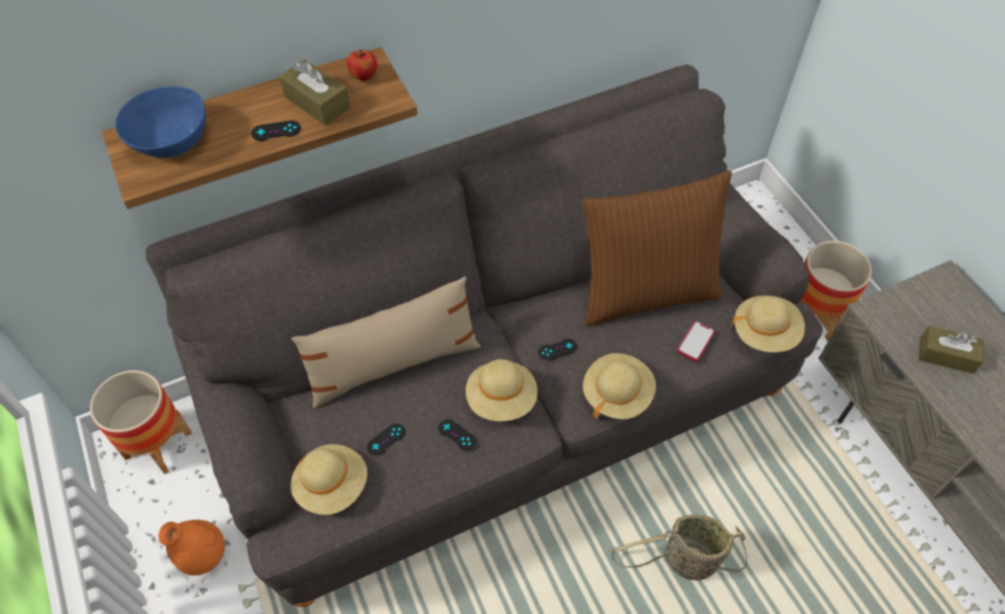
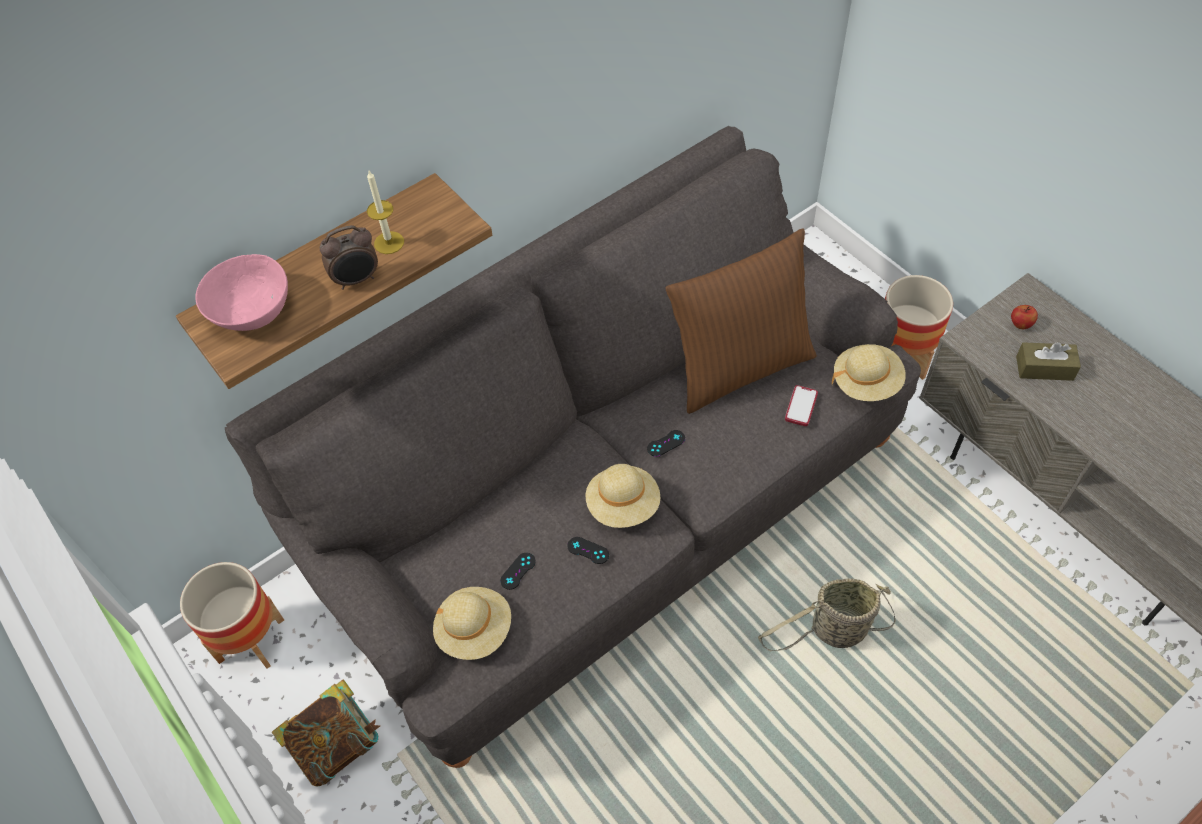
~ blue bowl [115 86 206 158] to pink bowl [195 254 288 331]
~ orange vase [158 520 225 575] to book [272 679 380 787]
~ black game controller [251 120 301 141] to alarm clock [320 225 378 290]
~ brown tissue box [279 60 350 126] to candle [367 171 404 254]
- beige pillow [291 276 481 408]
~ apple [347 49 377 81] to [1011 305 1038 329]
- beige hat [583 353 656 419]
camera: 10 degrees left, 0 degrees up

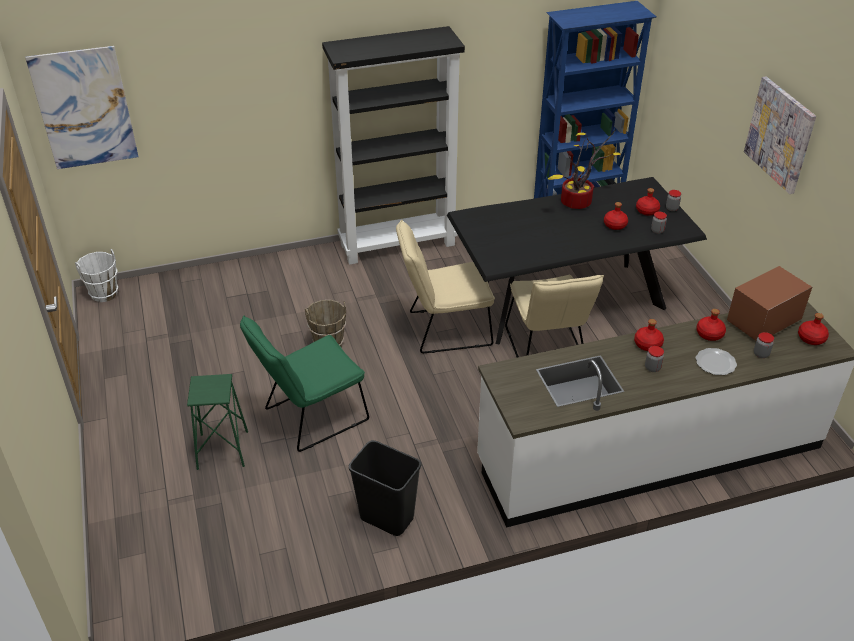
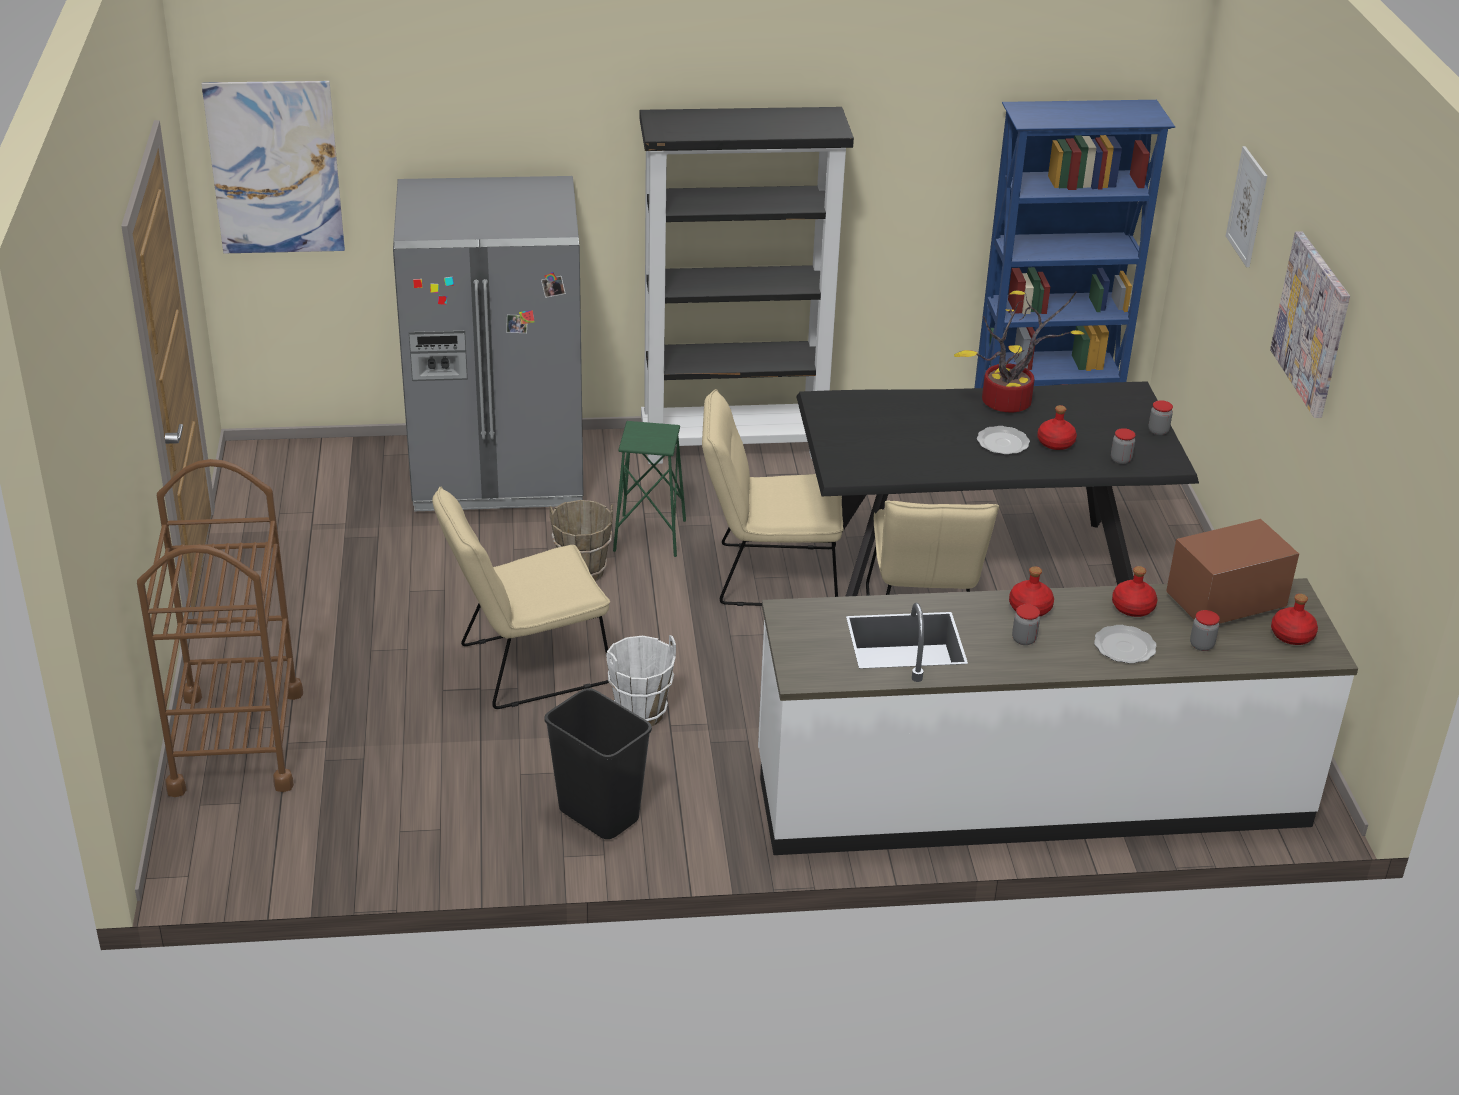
~ white bucket [75 249 118 302] to [606 635 676 726]
~ green stool [187 374 248 470] to [613 421 686 557]
~ green chair [240 316 369 452] to beige chair [432 487 610 709]
- red bottle [636 188 660 215]
+ brown cart [137 459 303 797]
+ grey fridge [393 176 583 511]
+ plate [977 426 1030 455]
+ picture [1226 146 1267 267]
camera: 10 degrees right, 5 degrees down

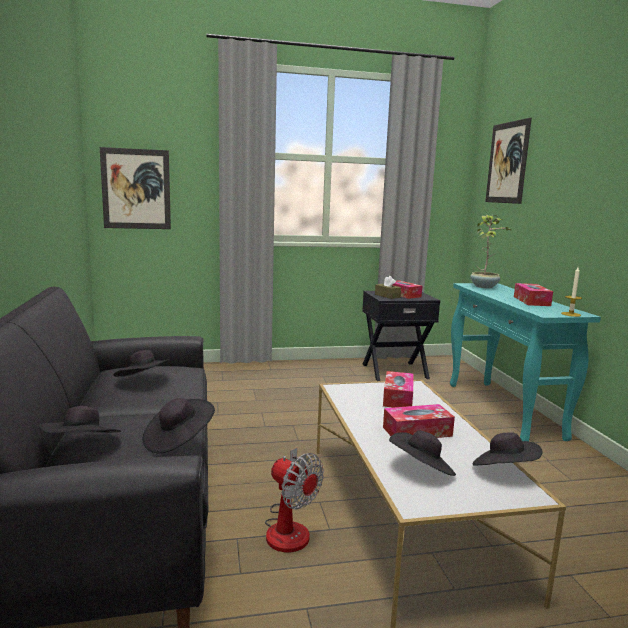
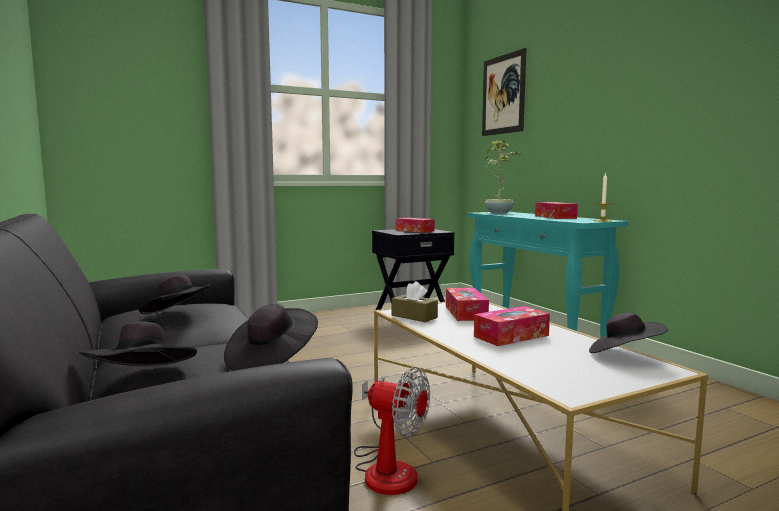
- picture [100 147 171 229]
~ brown tissue box [375 276 401 299] to [392 281 438 322]
- black hat [389 430 456 476]
camera: 15 degrees left, 5 degrees down

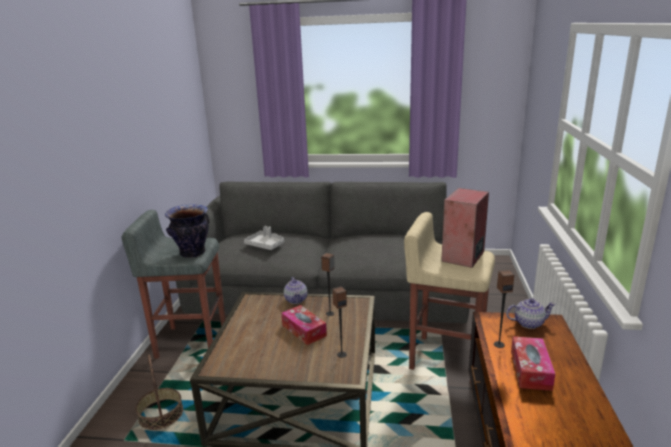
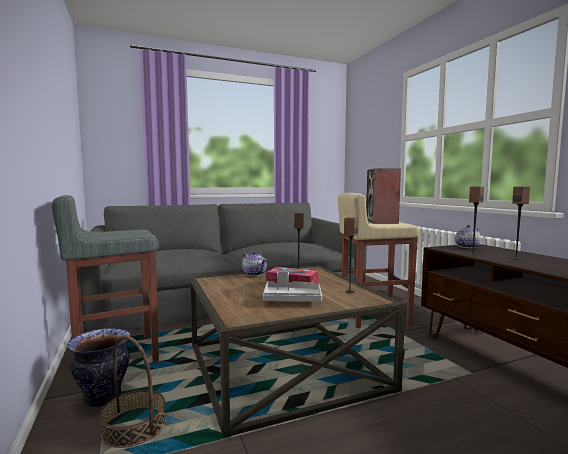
~ vase [165 204 209 258] to [67 328 130 407]
~ grey tray [244 226 284 250] to [263 272 322 302]
~ tissue box [511 336 555 391] to speaker [511 187 530 260]
camera: 30 degrees left, 15 degrees down

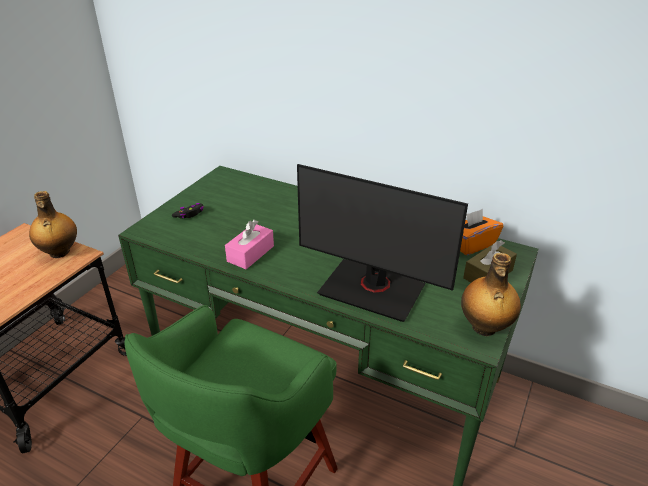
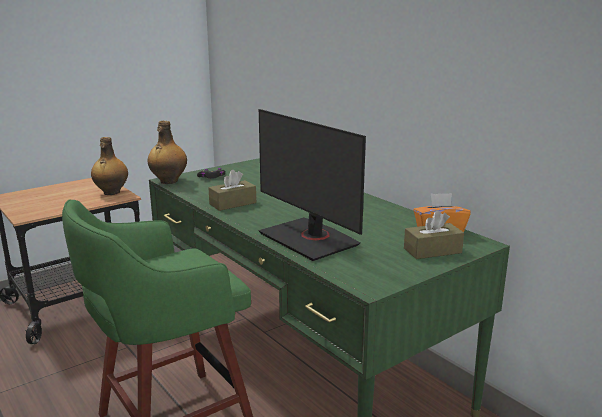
~ pink tissue box [225 220 274 269] to brown tissue box [208 170 256 211]
~ bottle [461 253 521 336] to [147 121 187 184]
camera: 25 degrees right, 15 degrees down

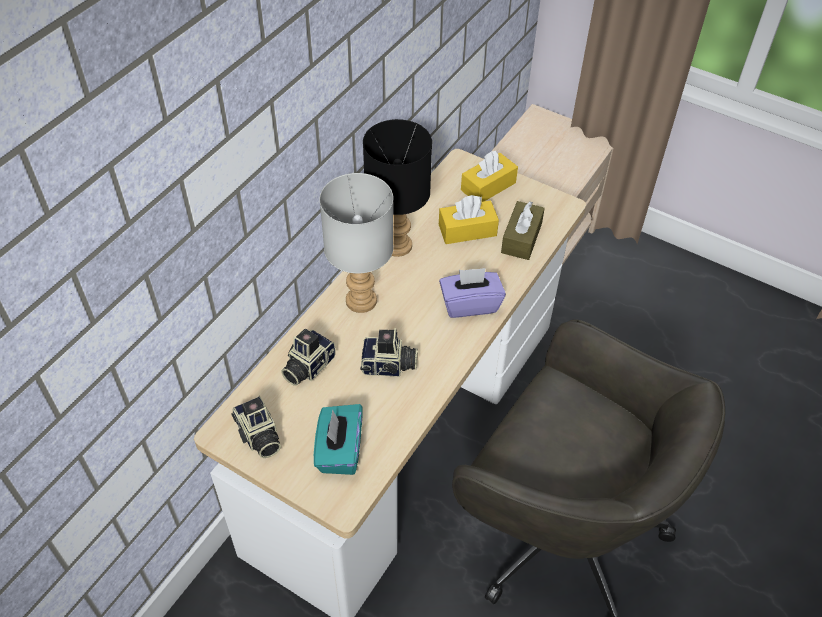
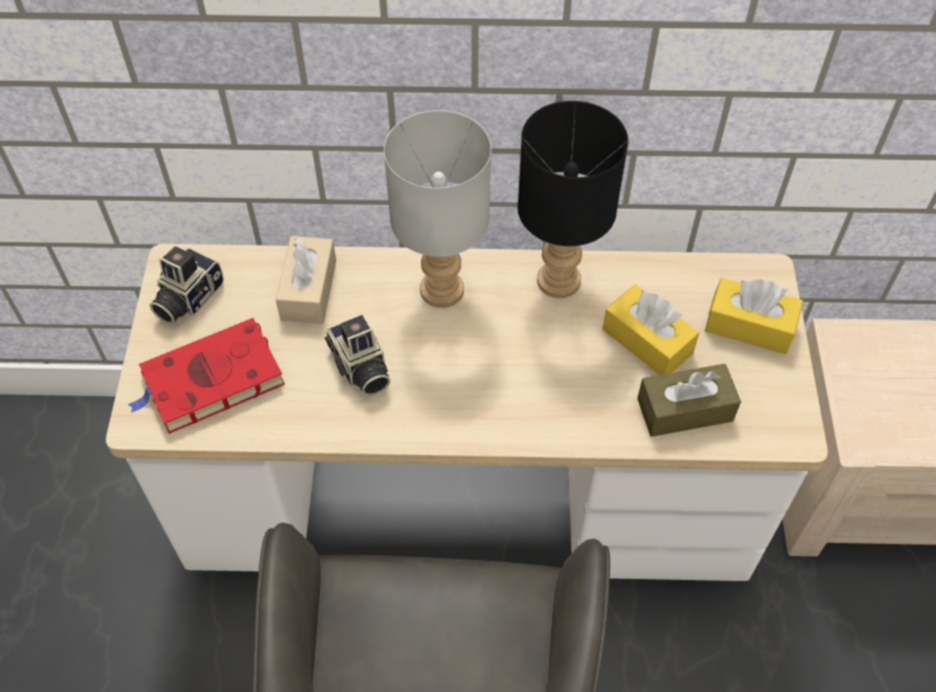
~ photo camera [281 329 335 386] to beige tissue box [276 236 336 324]
~ turquoise tissue box [314 404 363 475] to red book [128 318 285 434]
- purple tissue box [439 268 506 318]
camera: 60 degrees right, 5 degrees up

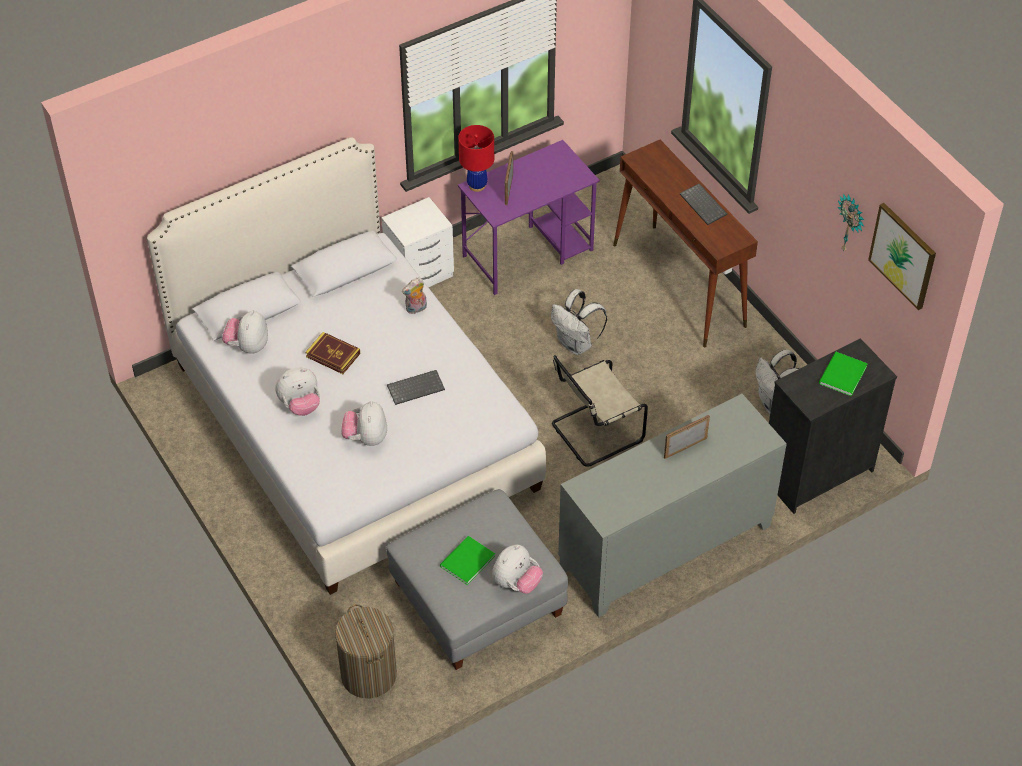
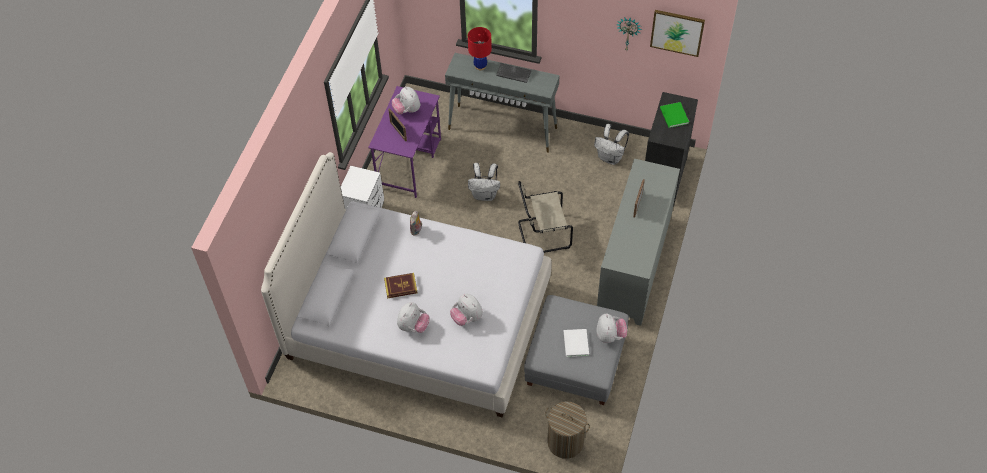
~ plush toy [222 310 268 354] to [392 86 420 114]
- keyboard [387 370 445 405]
~ green book [440 536 495 585] to white book [564 329 589 357]
~ red table lamp [458 125 494 192] to [468 27 492 70]
~ beige chair [552 355 648 467] = [518 181 573 253] 60 degrees clockwise
~ brown console table [613 140 758 348] to grey console table [445 53 559 153]
camera: 40 degrees left, 5 degrees up

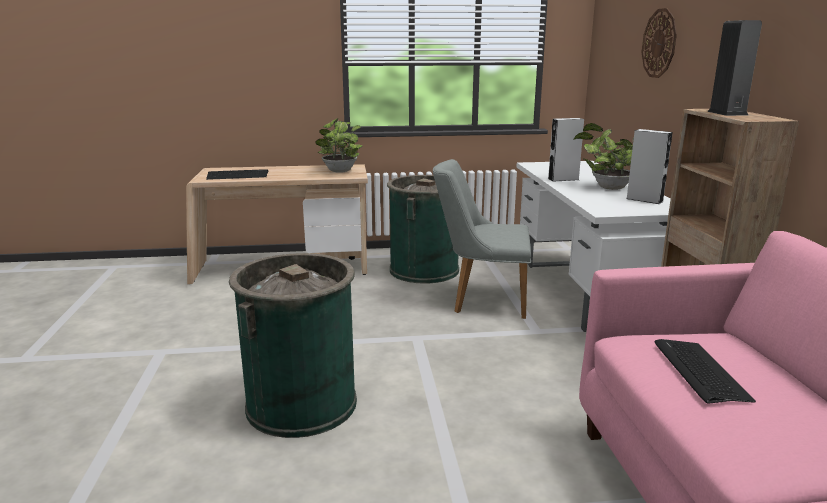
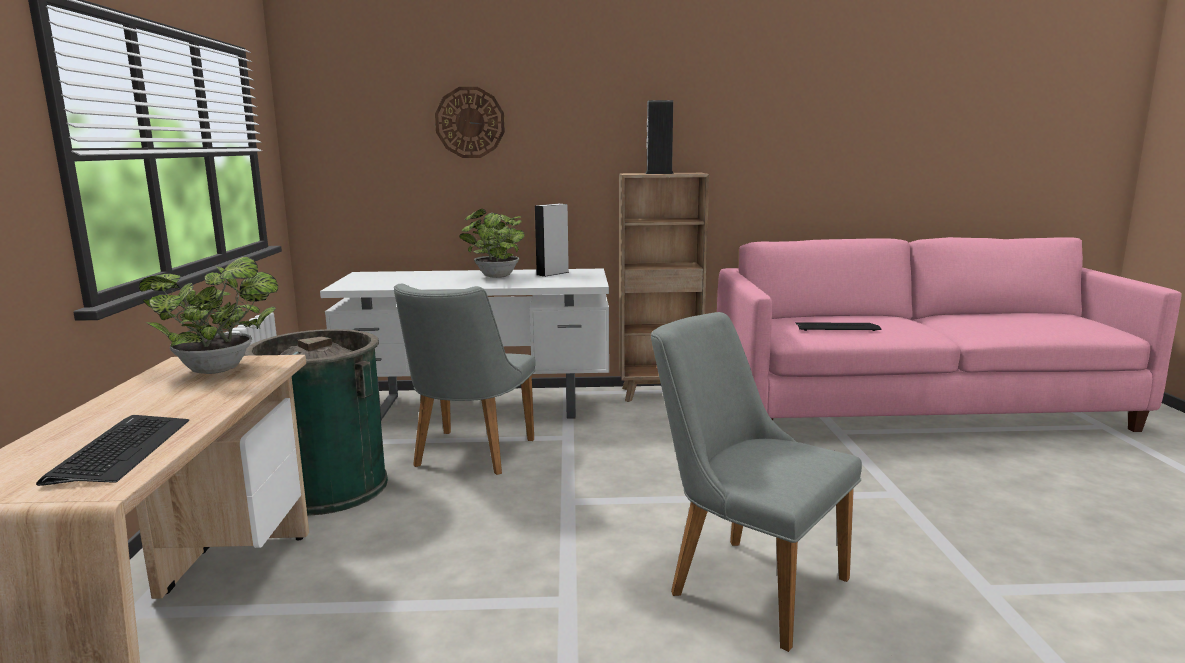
~ green trash can [229 253 357 438] to grey chair [651 312 862 652]
- grey speaker [548 118 584 182]
camera: 85 degrees left, 5 degrees down

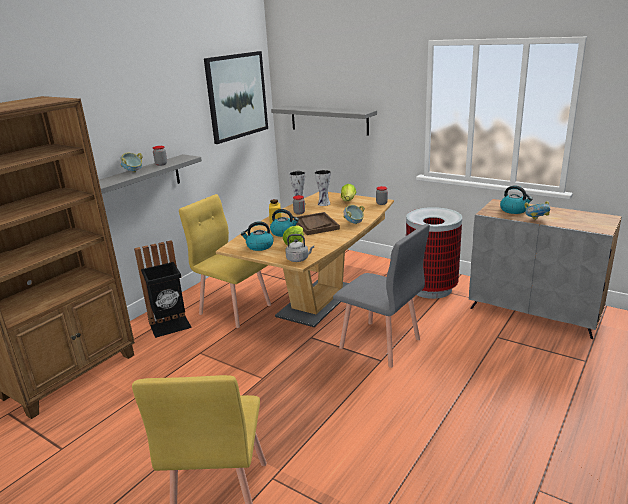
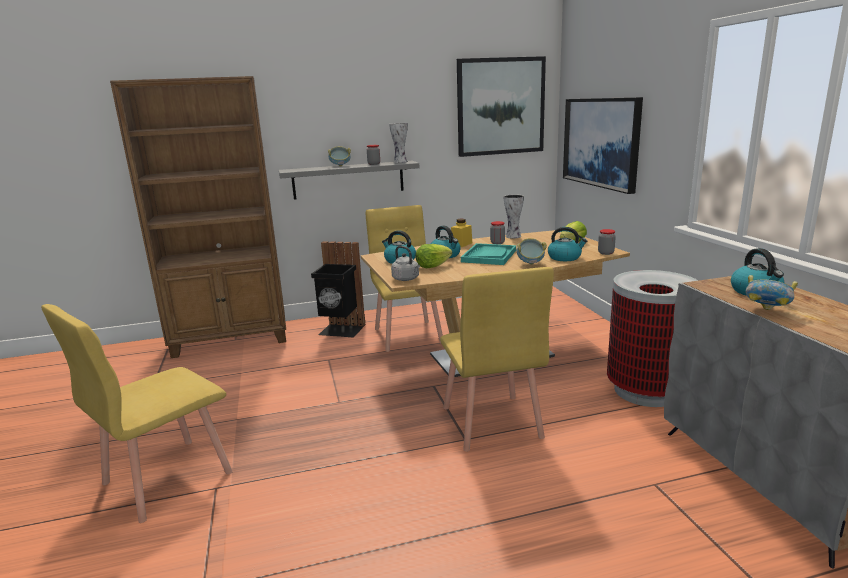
~ grey shelf [271 105 377 136] to picture [563 97 643 194]
~ brown tray [293 212 340 235] to turquoise tray [461 243 516 265]
~ vase [314 170 331 206] to [389 123 408 163]
~ grey chair [333 224 430 368] to yellow chair [440 267 554 452]
+ kettle [548 227 588 261]
camera: 40 degrees right, 5 degrees down

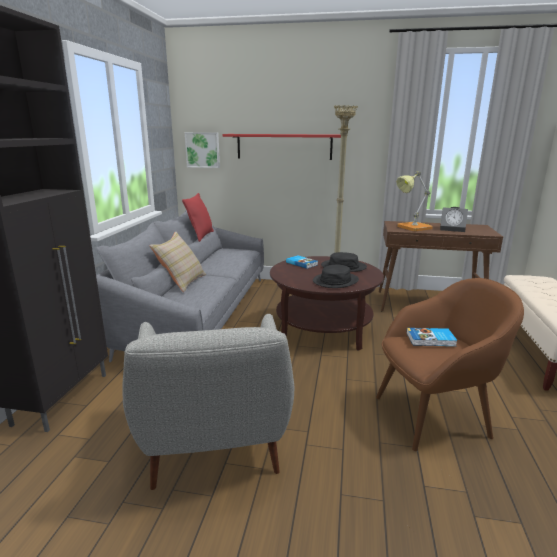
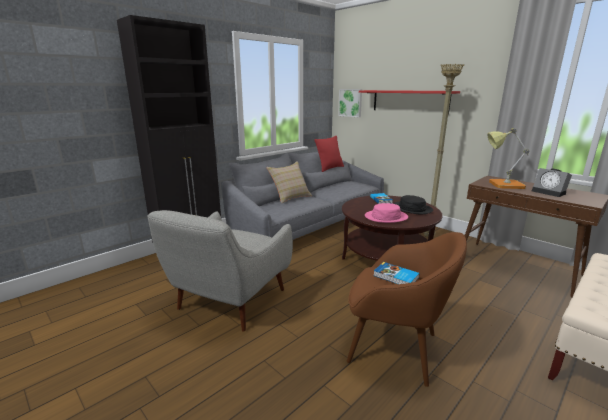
~ black hat [313 265 359 288] to pink hat [365 203 408 223]
camera: 35 degrees right, 0 degrees up

